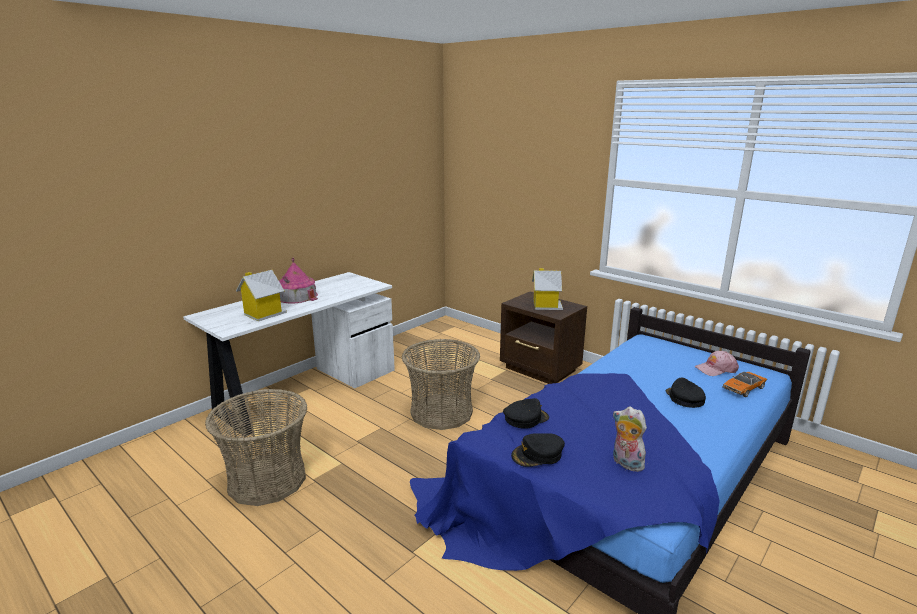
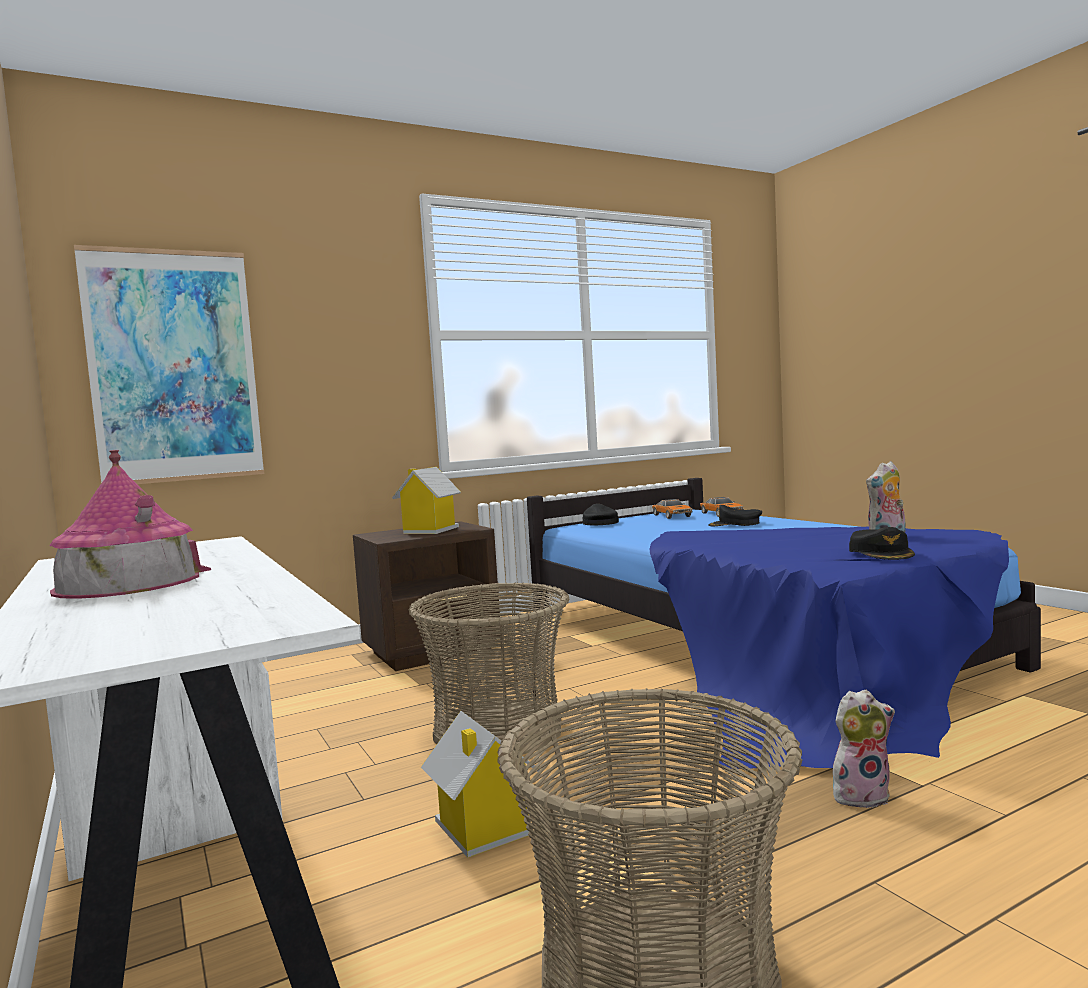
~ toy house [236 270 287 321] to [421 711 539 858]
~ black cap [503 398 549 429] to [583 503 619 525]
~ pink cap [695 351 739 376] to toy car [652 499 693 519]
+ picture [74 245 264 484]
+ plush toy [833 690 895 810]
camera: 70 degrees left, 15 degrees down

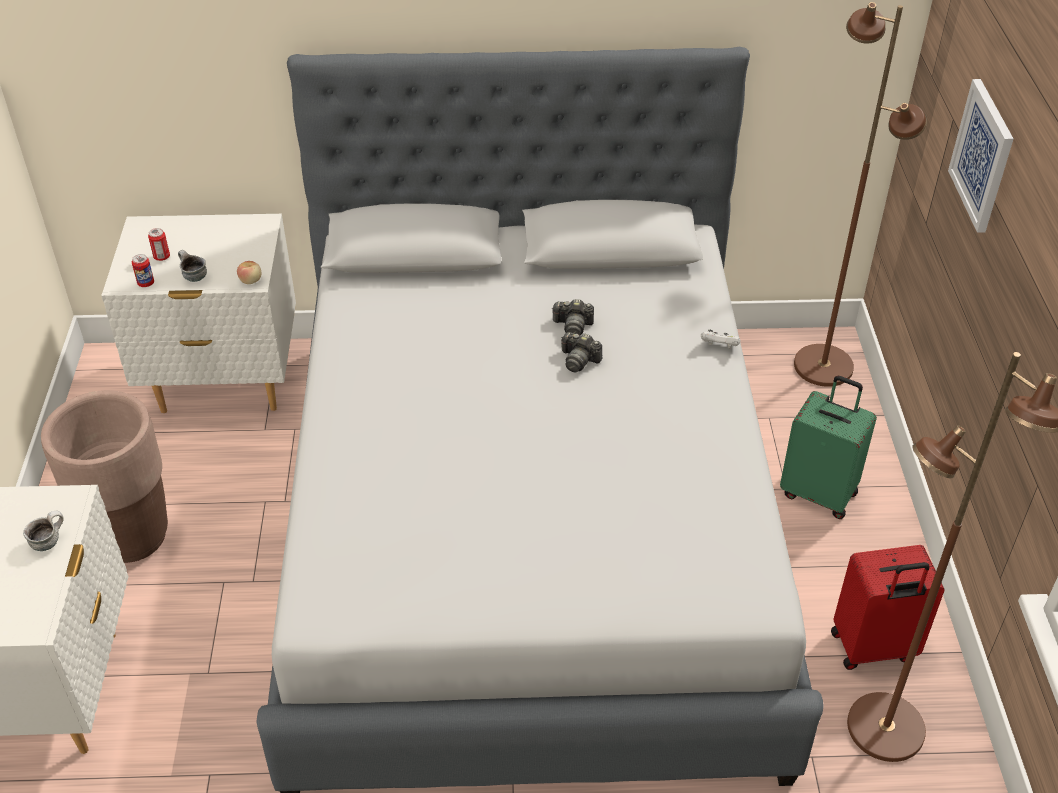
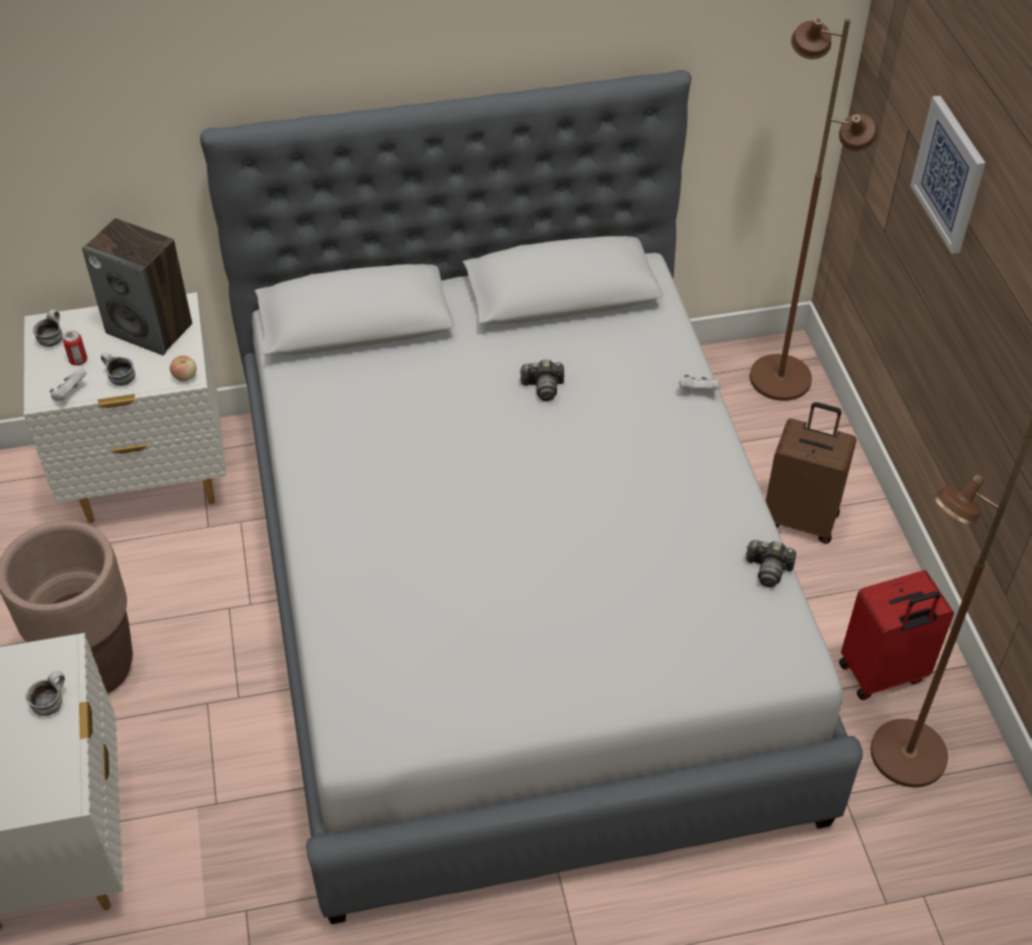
~ can [132 254 154 287] to white game controller [50 369 87 401]
~ photo camera [561 332 602 373] to [746 540 796 587]
~ green suitcase [780 375 877 519] to brown suitcase [766 402 857 544]
+ mug [33 309 63 347]
+ speaker [82 218 192 355]
camera: 10 degrees left, 5 degrees up

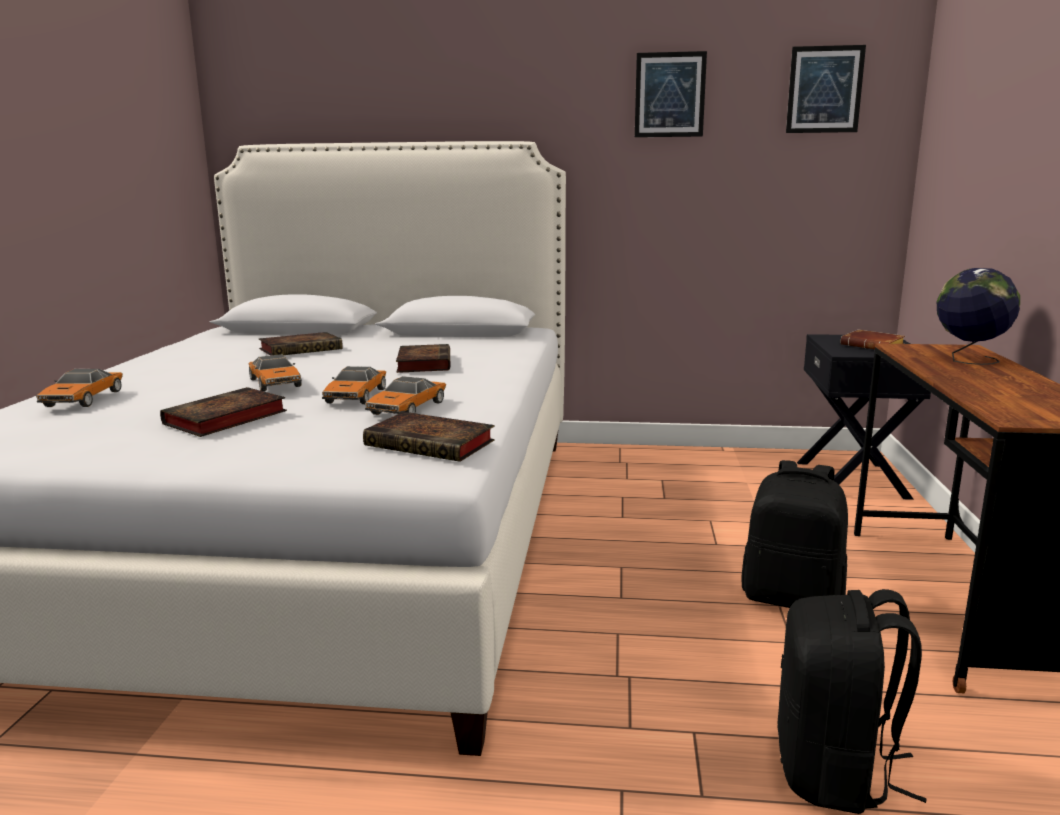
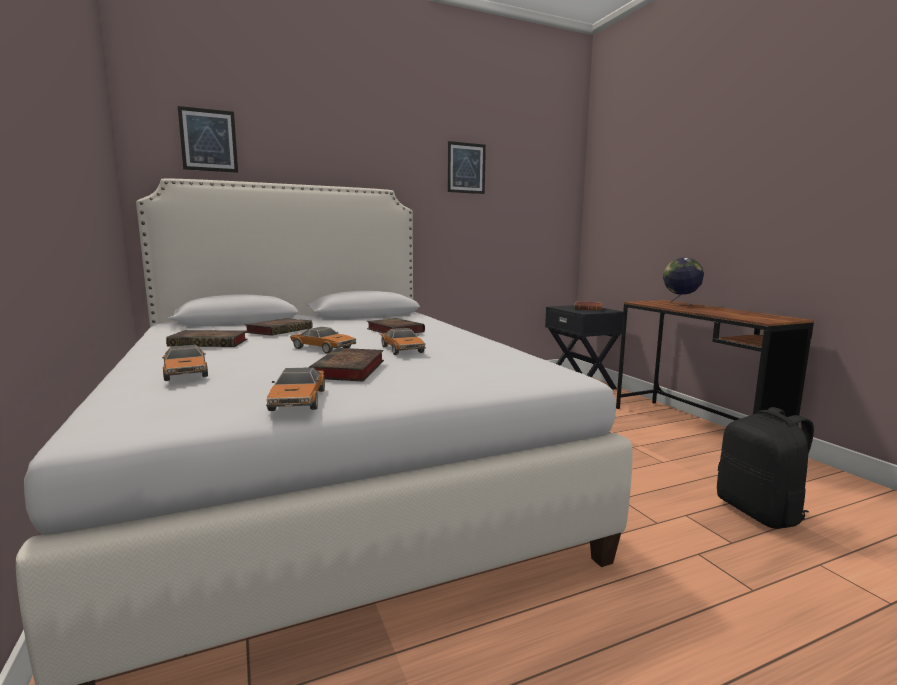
~ book [363 412 495 462] to [166 330 248 347]
~ toy car [365 376 446 415] to [266 367 325 411]
- black backpack [741 460 848 608]
~ picture [786 45 866 133] to [178 106 238 173]
camera: 30 degrees left, 5 degrees down

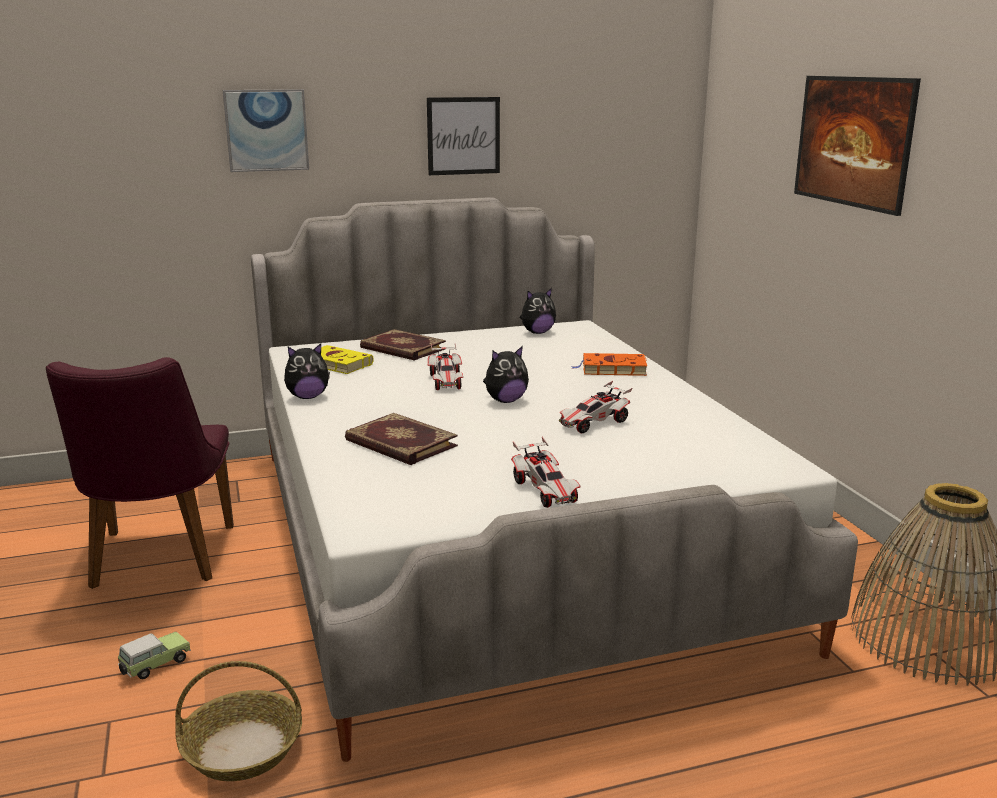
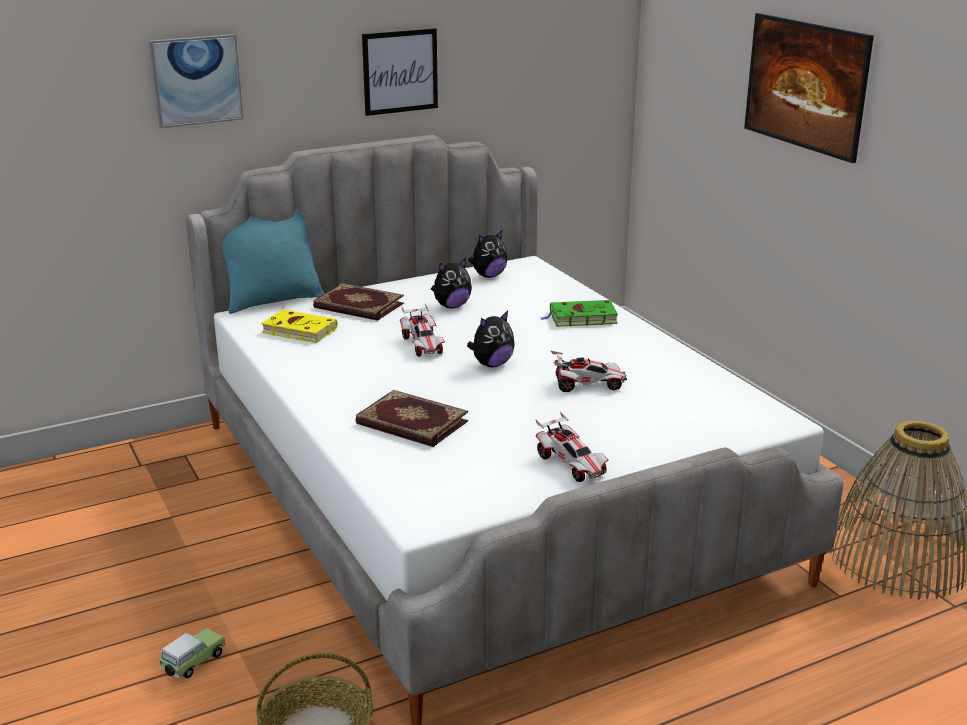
- purple chair [46 357 234 589]
~ plush toy [284 343 330 399] to [431 258 472 308]
~ toy car [559 381 632 433] = [551 351 627 392] 135 degrees counterclockwise
~ orange book [572 353 647 376] to green book [540 300 618 327]
+ turquoise pillow [213 209 324 314]
camera: 10 degrees left, 5 degrees up

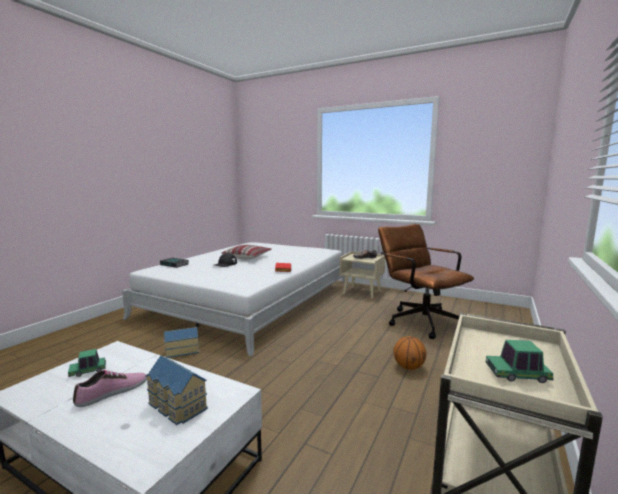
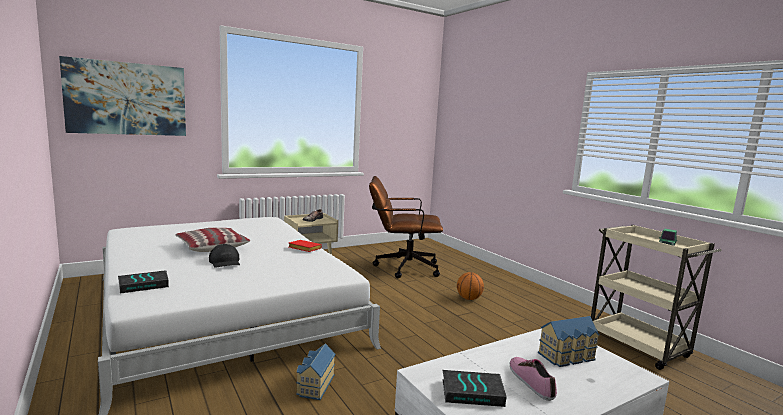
~ toy car [68 349 106 377] to book [442 370 507 407]
+ picture [59 56 186 136]
camera: 60 degrees left, 0 degrees up

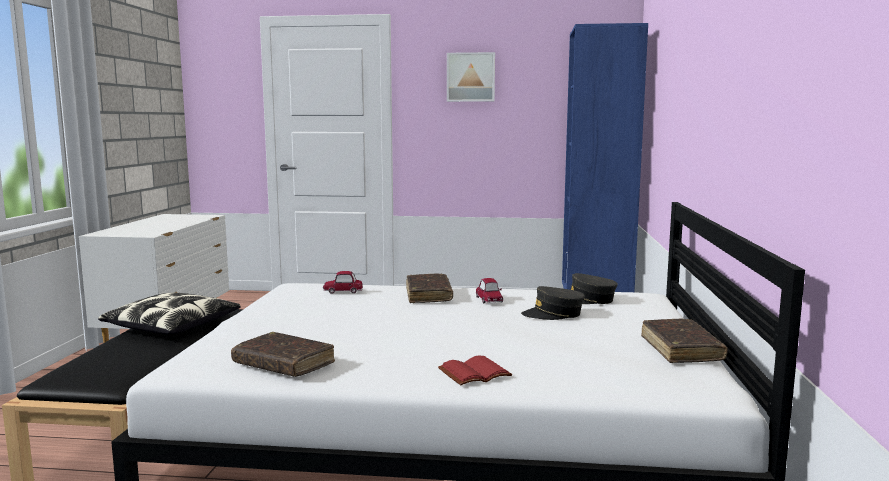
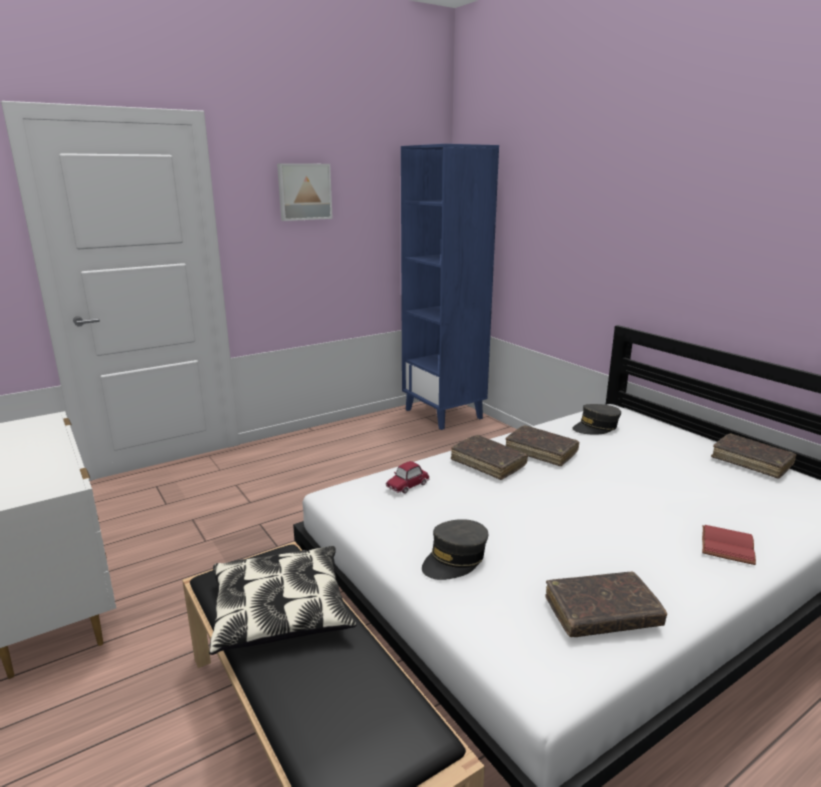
~ toy car [475 278 503 303] to brown book [506 425 579 466]
~ grey cap [521 286 585 320] to [422 519 488 580]
camera: 40 degrees left, 10 degrees up

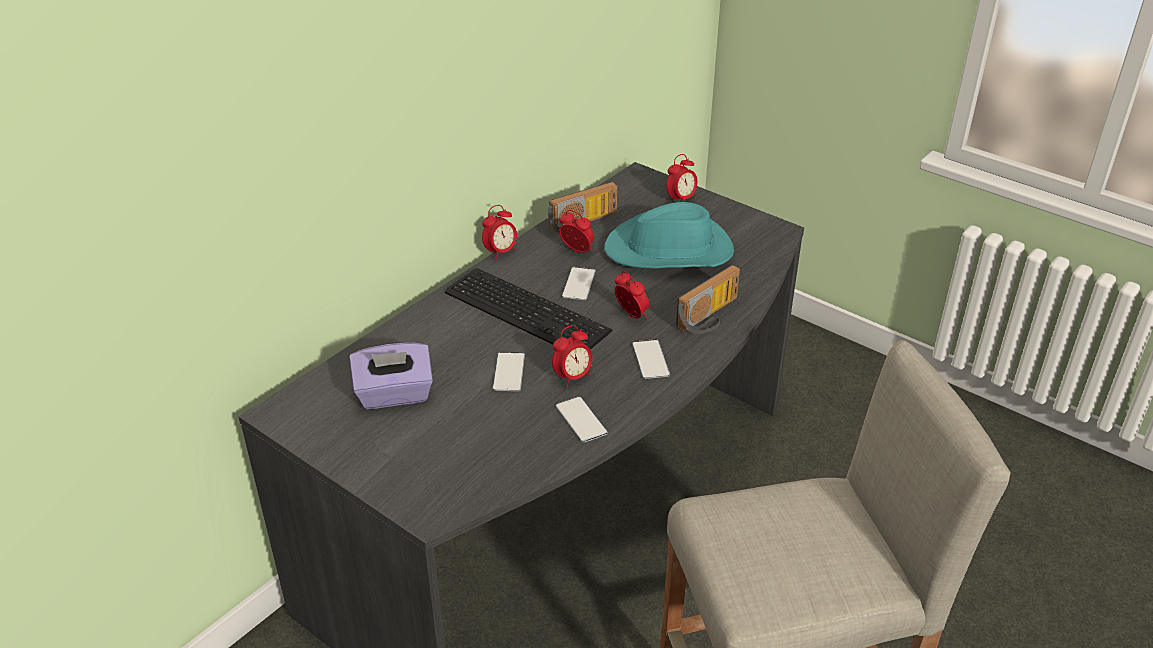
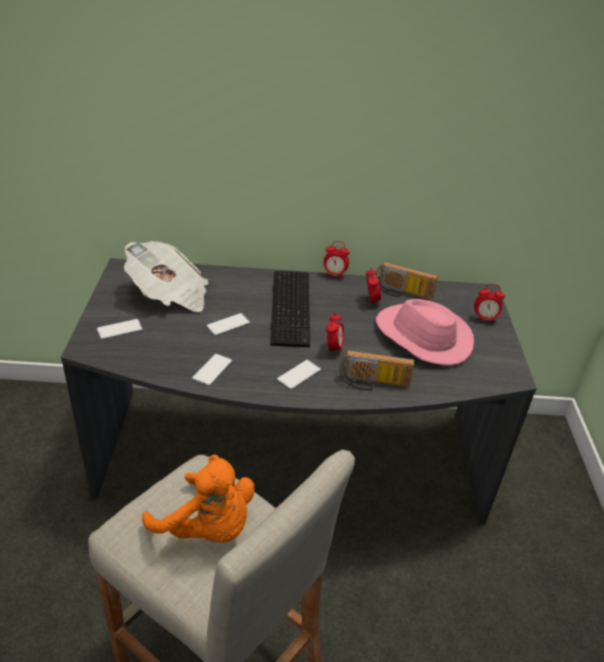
~ purple tissue box [350 343 433 409] to newspaper [124 241 208 312]
- alarm clock [552 325 593 387]
~ phone [562 267 596 300] to [97 319 143 339]
~ turquoise hat [604 202 734 269] to pink hat [376 299 474 366]
+ orange plush toy [142 455 254 542]
camera: 50 degrees right, 0 degrees up

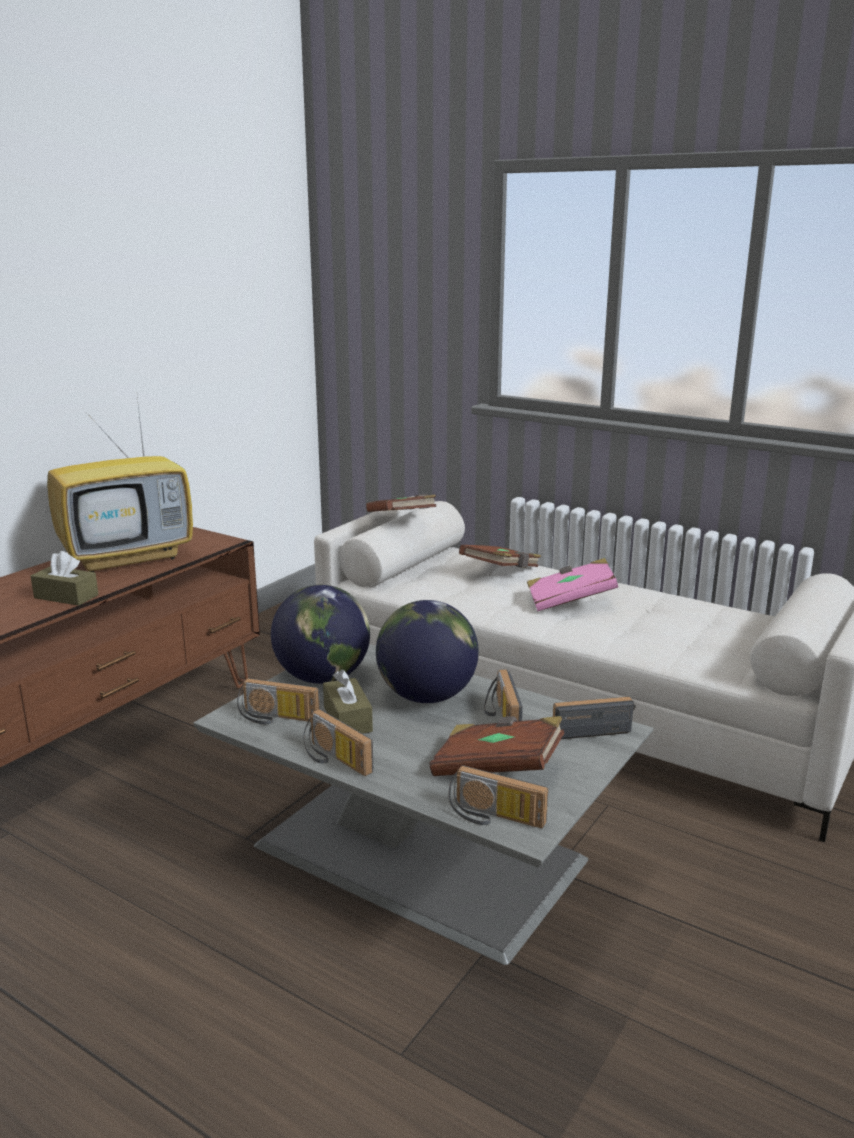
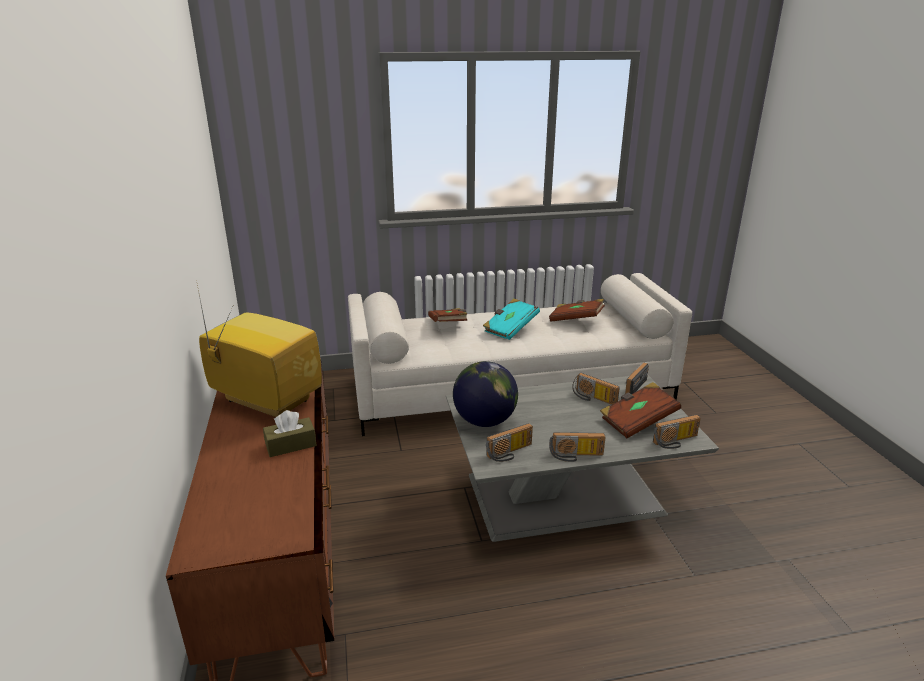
~ television [47 388 193 572] = [197 285 322 417] 75 degrees counterclockwise
- brown tissue box [323 669 373 734]
~ brown book [366 494 436 512] to [549 299 605 322]
- globe [376 600 479 703]
~ pink book [527 558 618 611] to turquoise book [483 298 540 340]
camera: 45 degrees left, 5 degrees up

